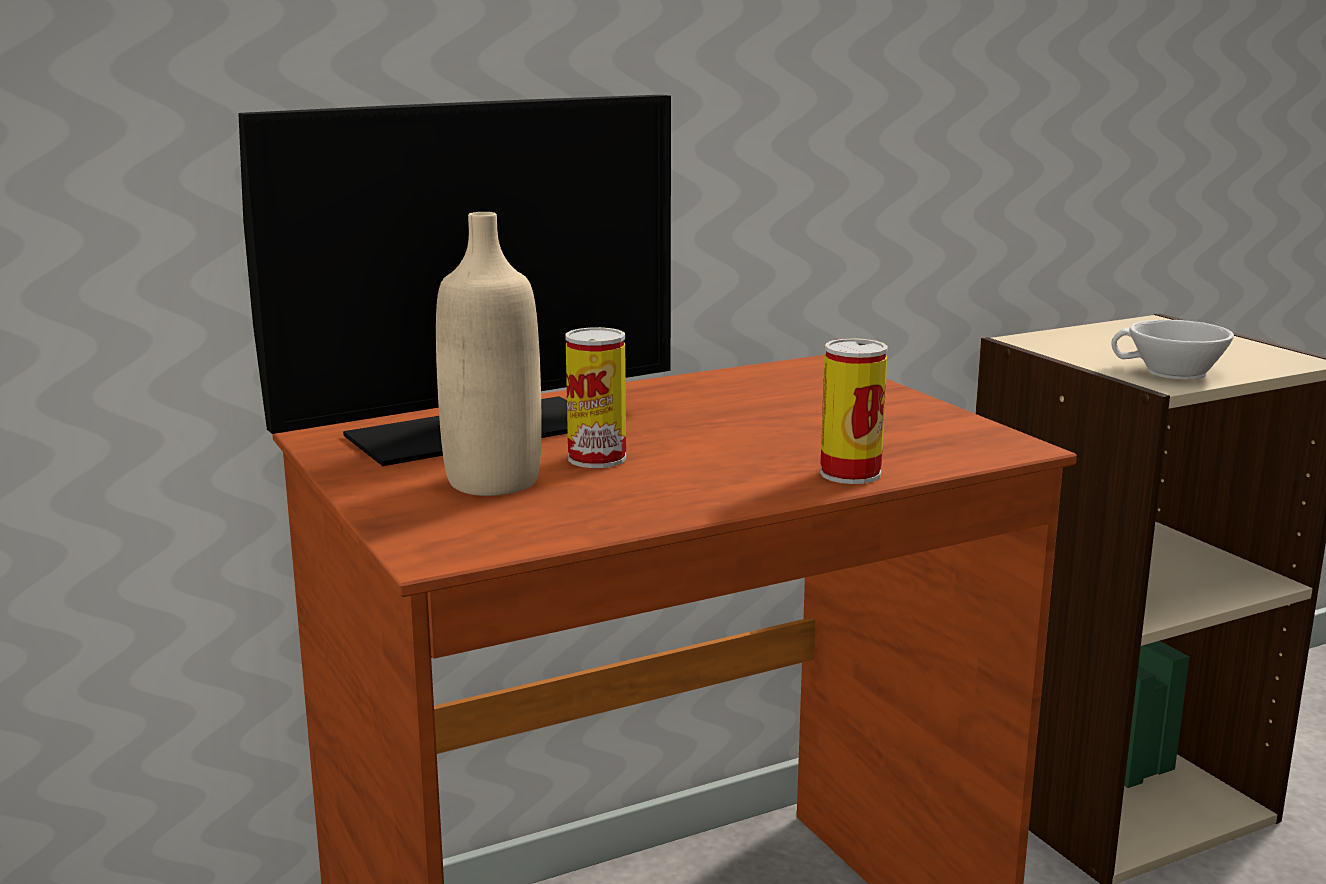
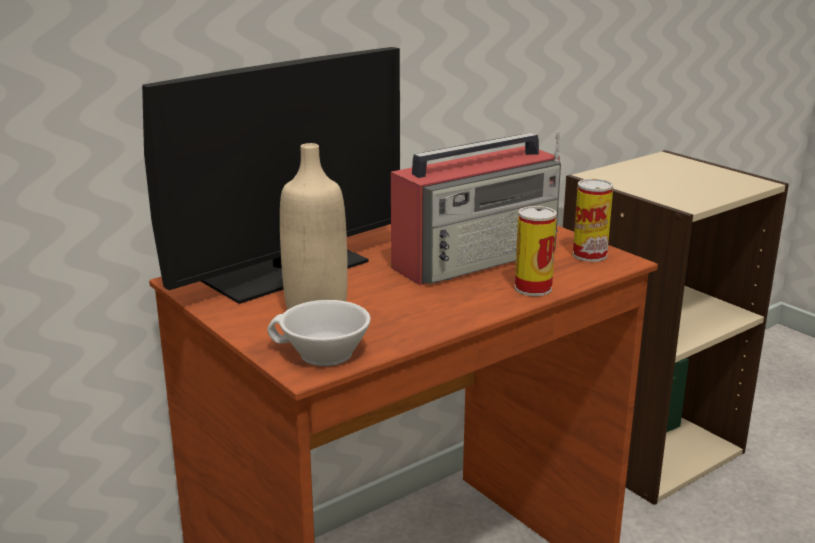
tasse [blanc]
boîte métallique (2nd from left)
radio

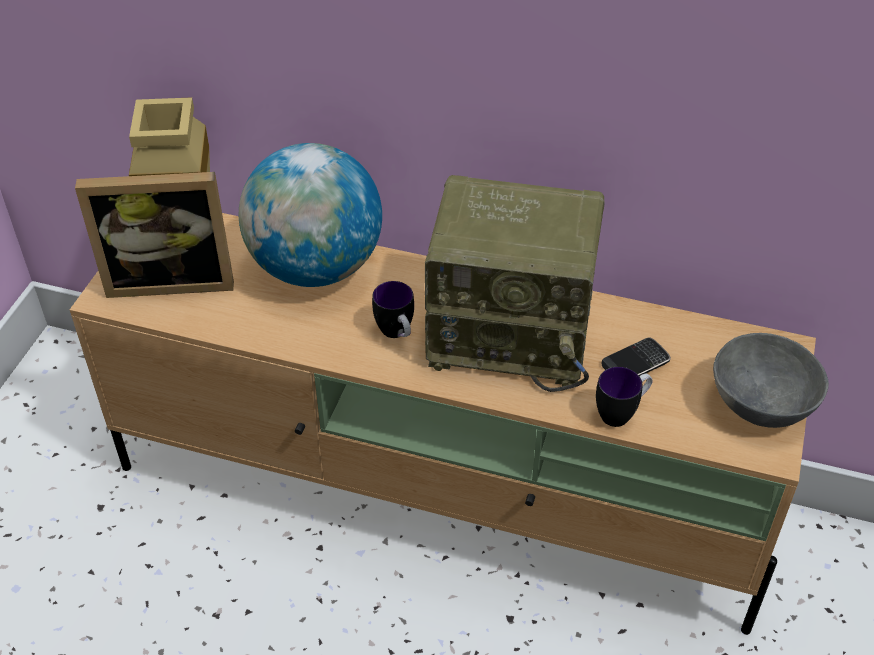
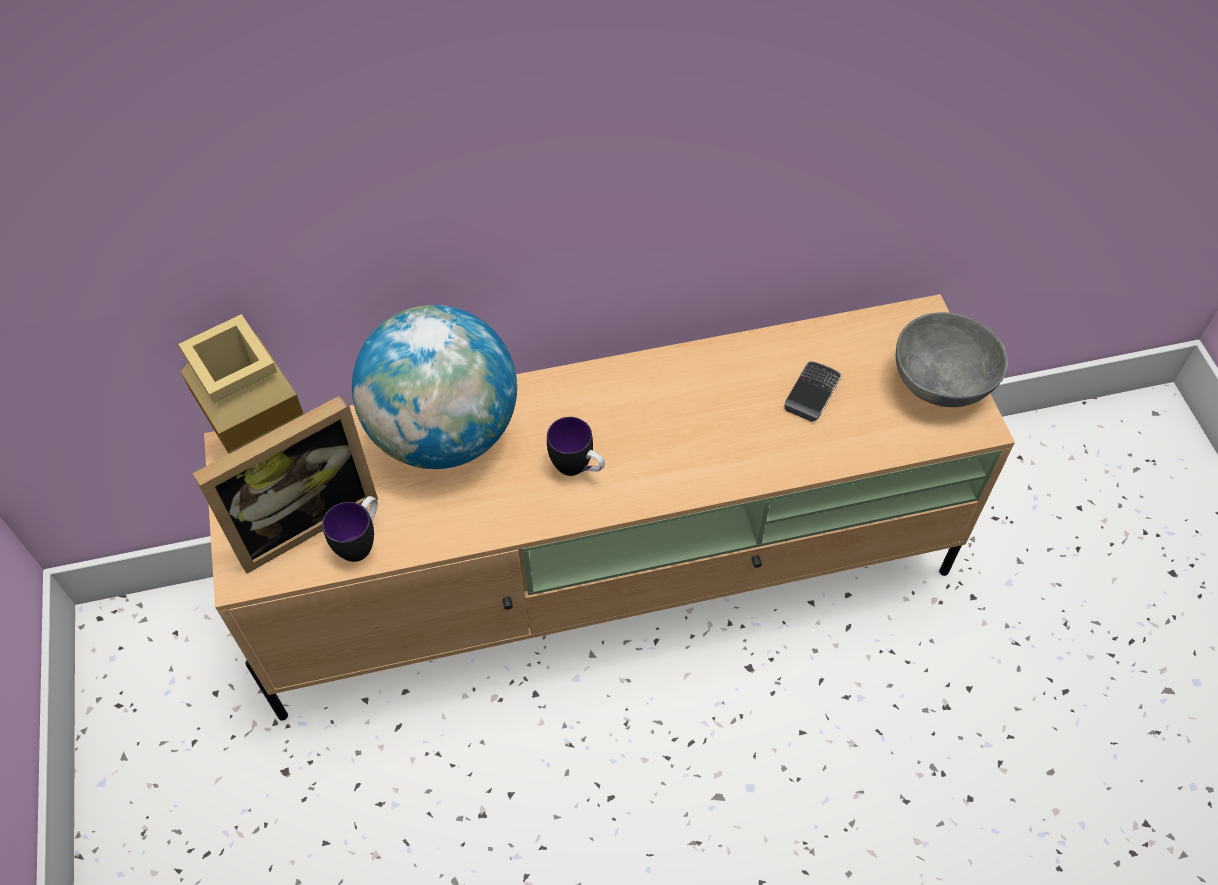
radio
mug (1st from left)

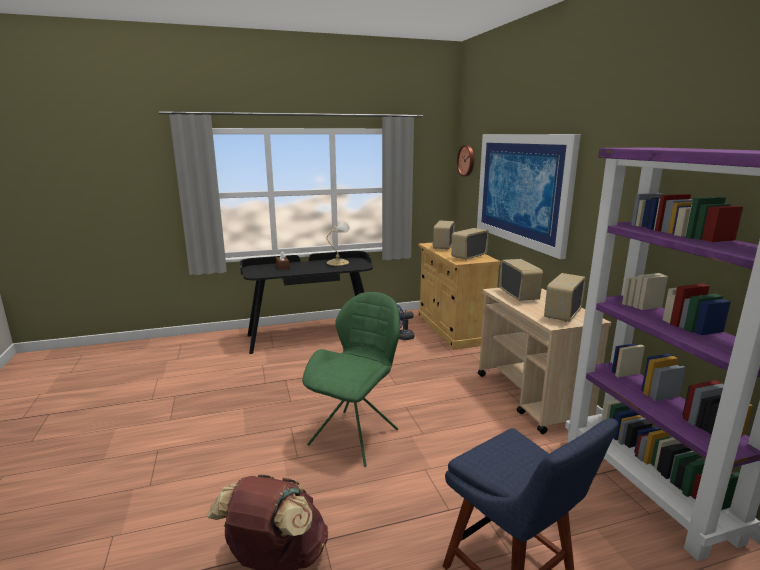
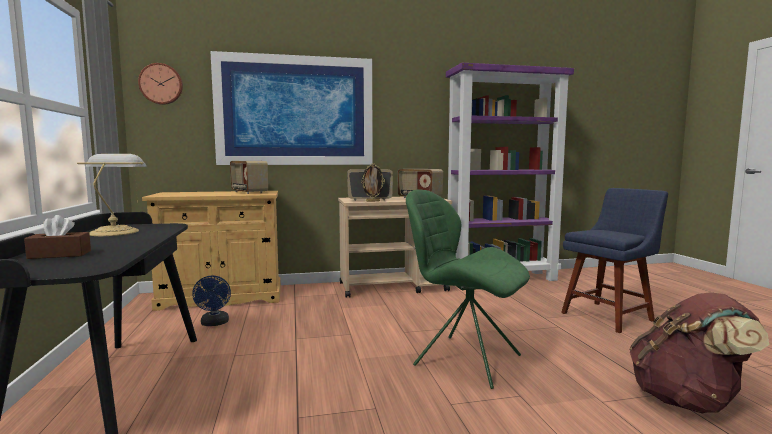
radio (1st from left in the first image)
cadre photo

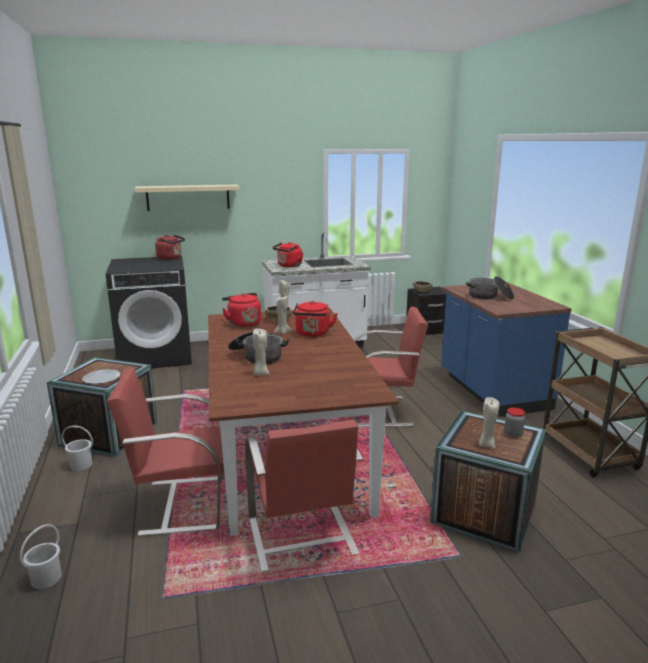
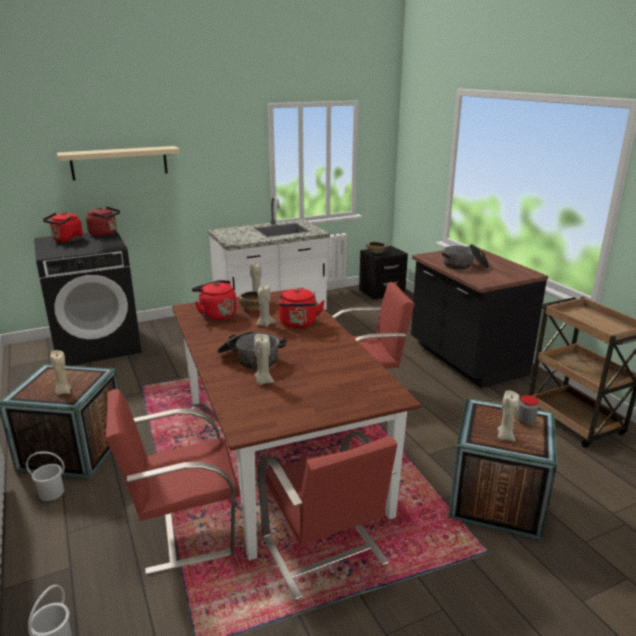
bouilloire [rouge] (1st from left)
comptoir de cuisine [noir]
bougie [beige] (1st from left)

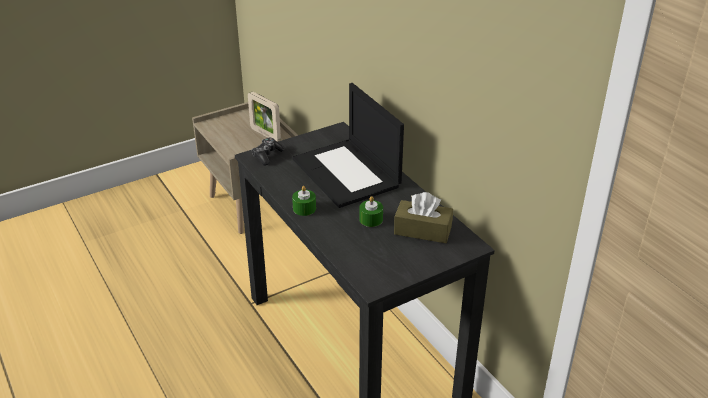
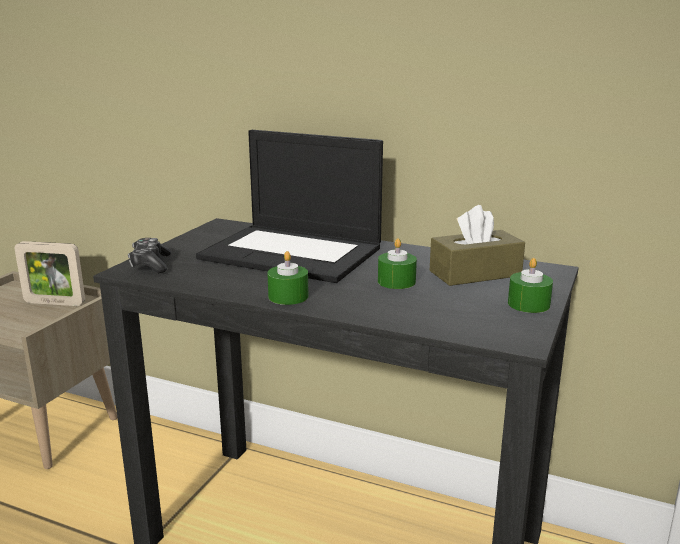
bougie [vert] (3rd from left)

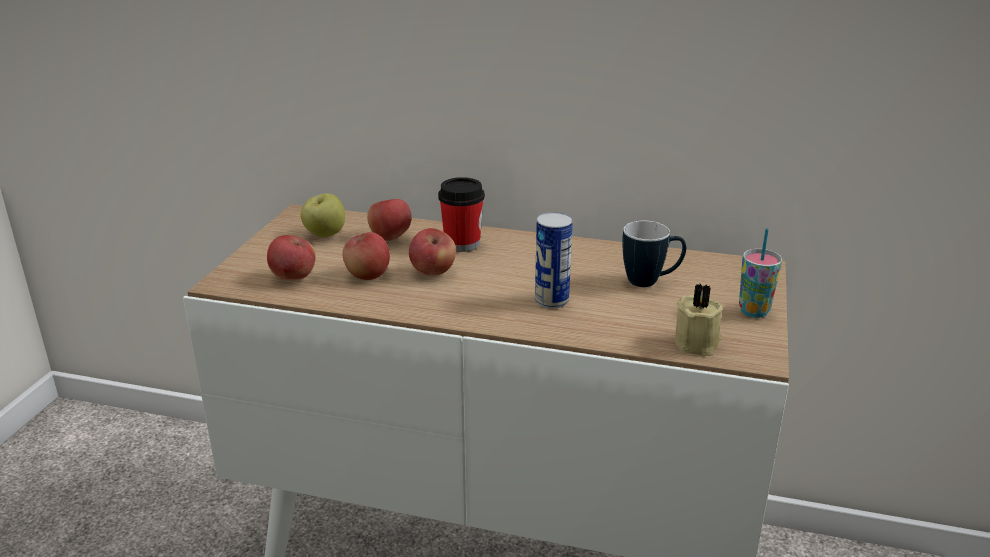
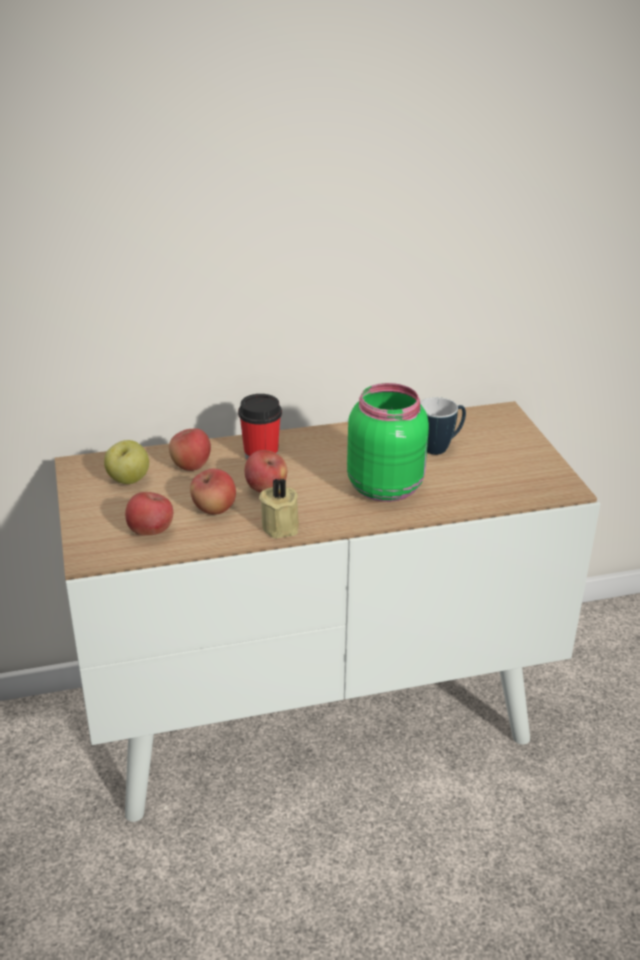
bocal [vert]
tasse (2nd from left in the first image)
bougie [beige]

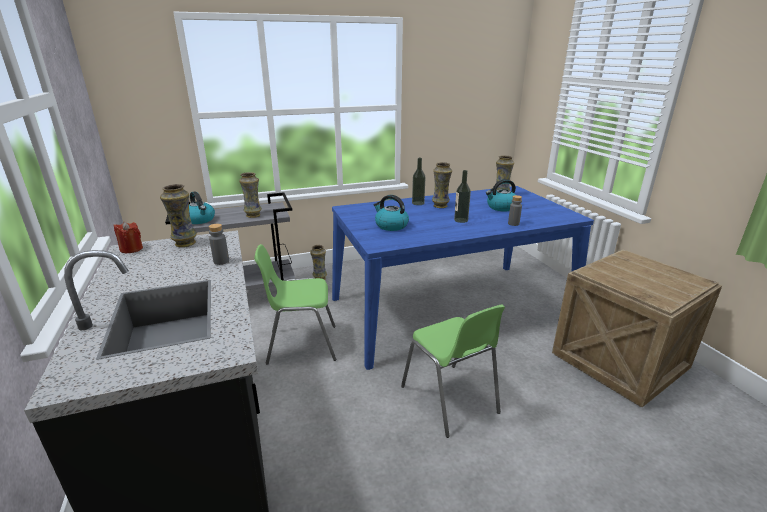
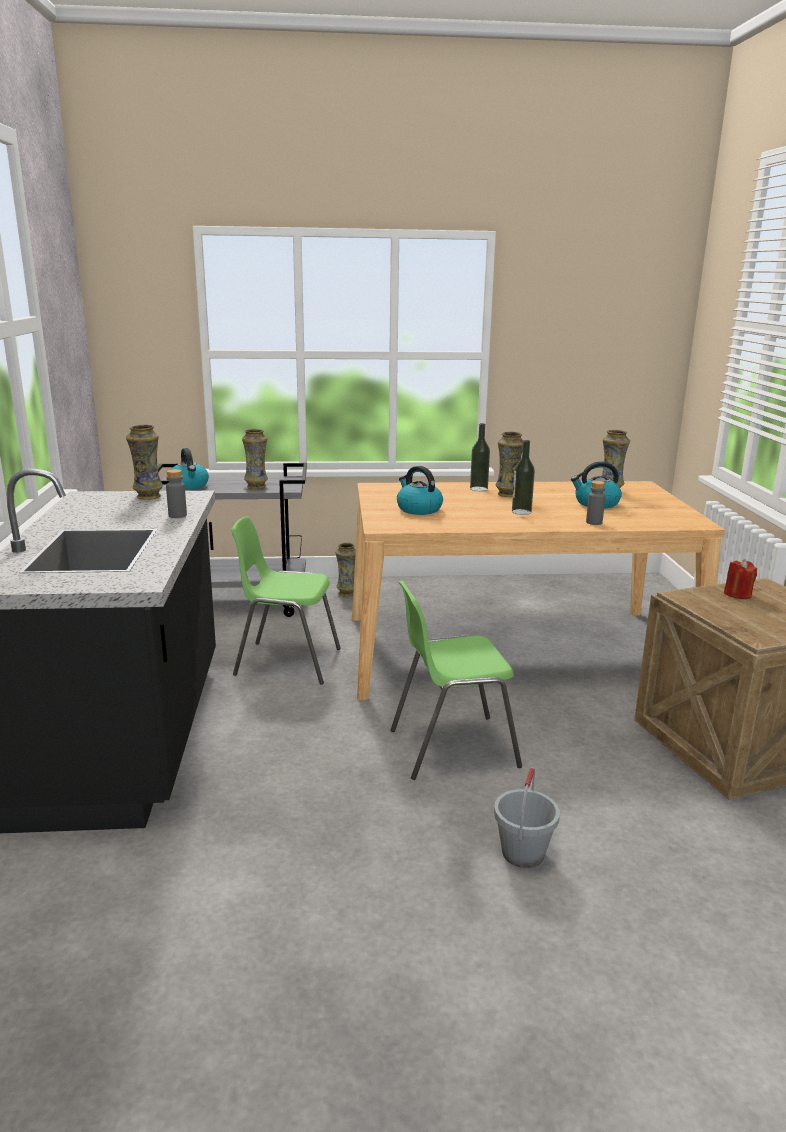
table à manger [beige]
bougie [rouge]
chaise [vert] (2nd from left)
seau [gris]

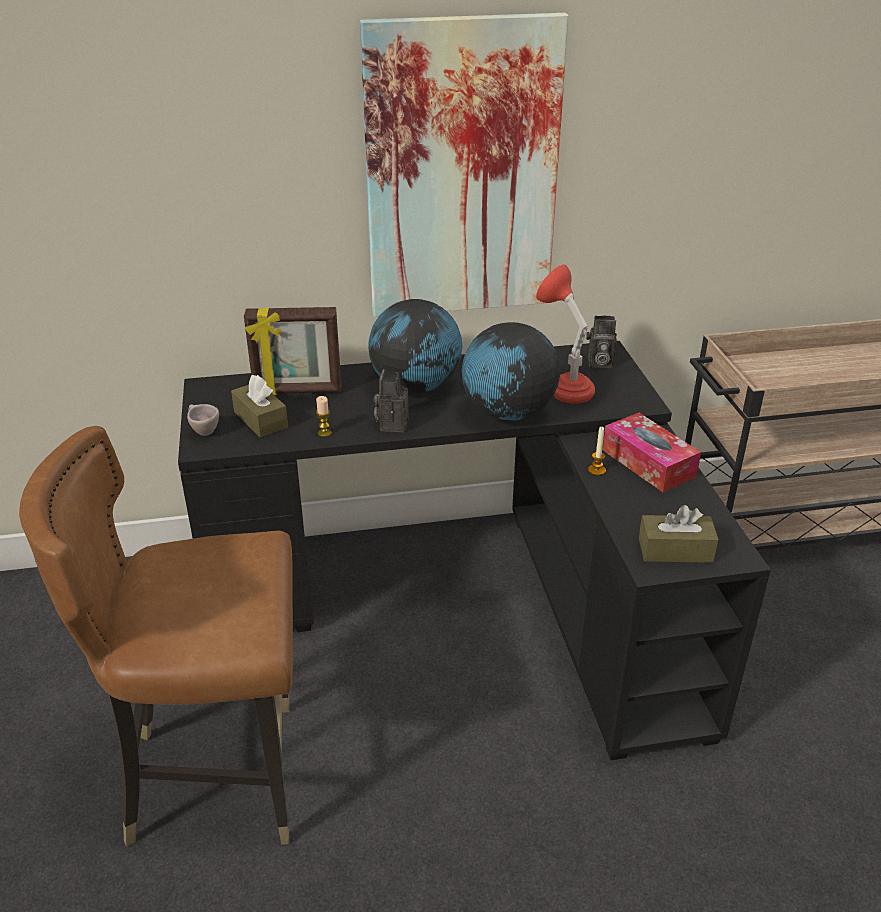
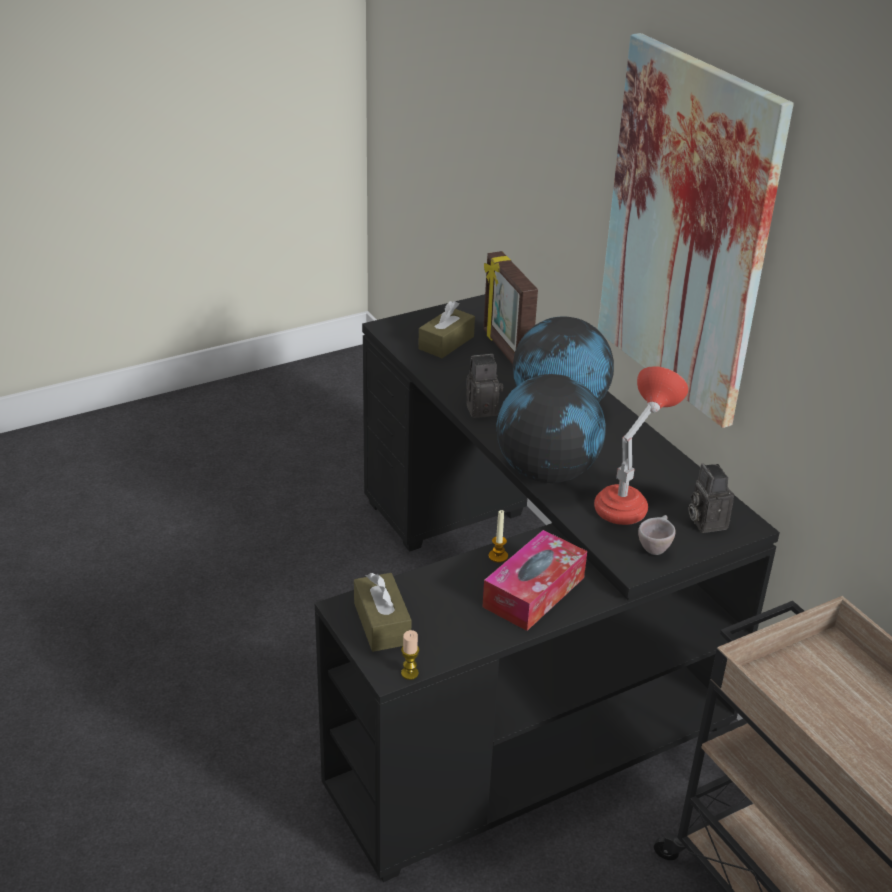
bougie (1st from left)
tasse [beige]
chaise [marron]

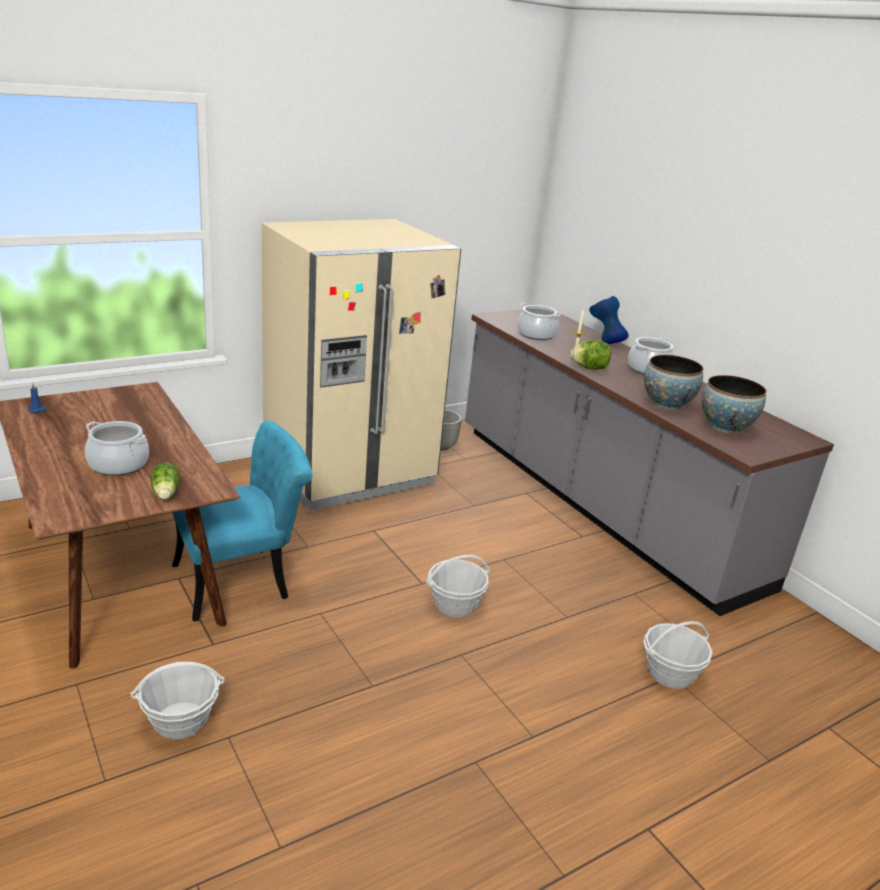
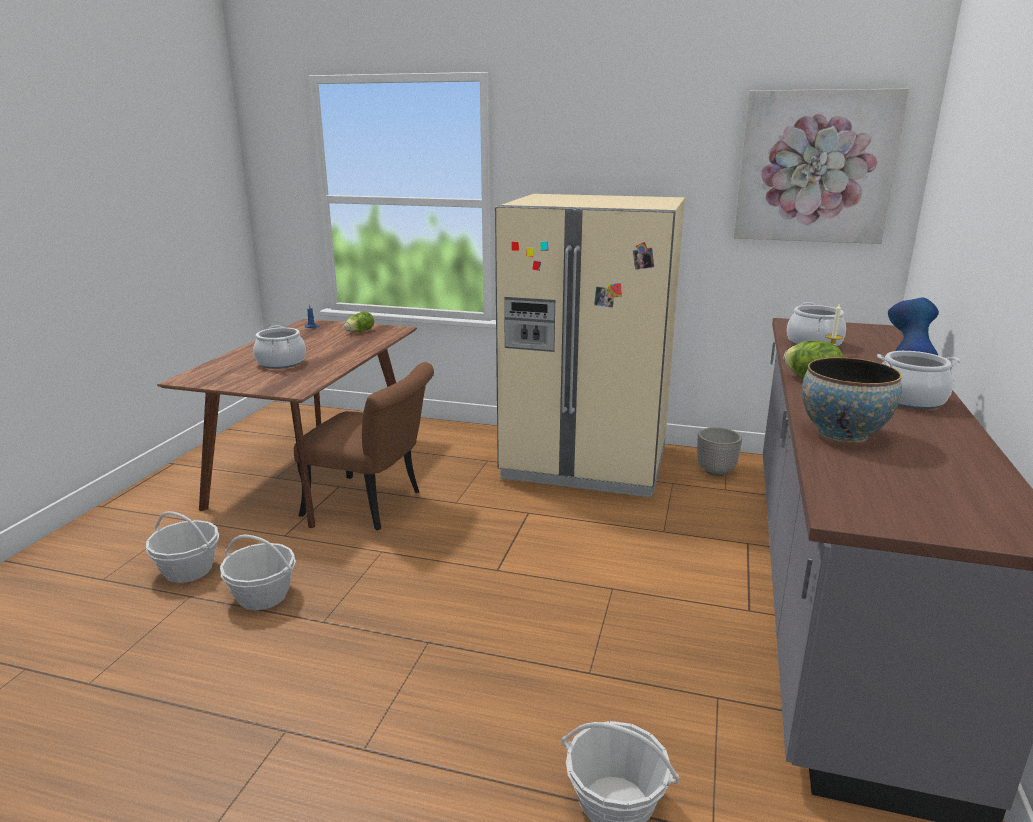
bol (2nd from left in the first image)
chaise [marron]
laitue (1st from left)
panier (2nd from left)
tableau

